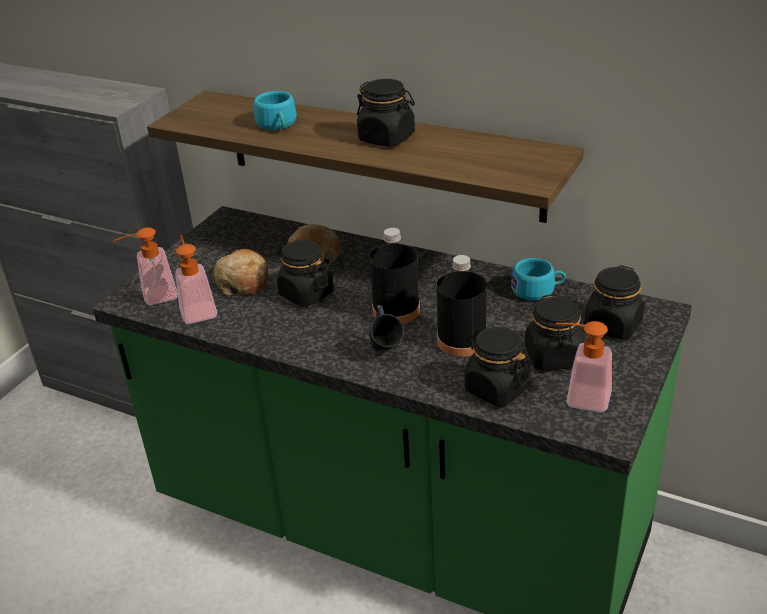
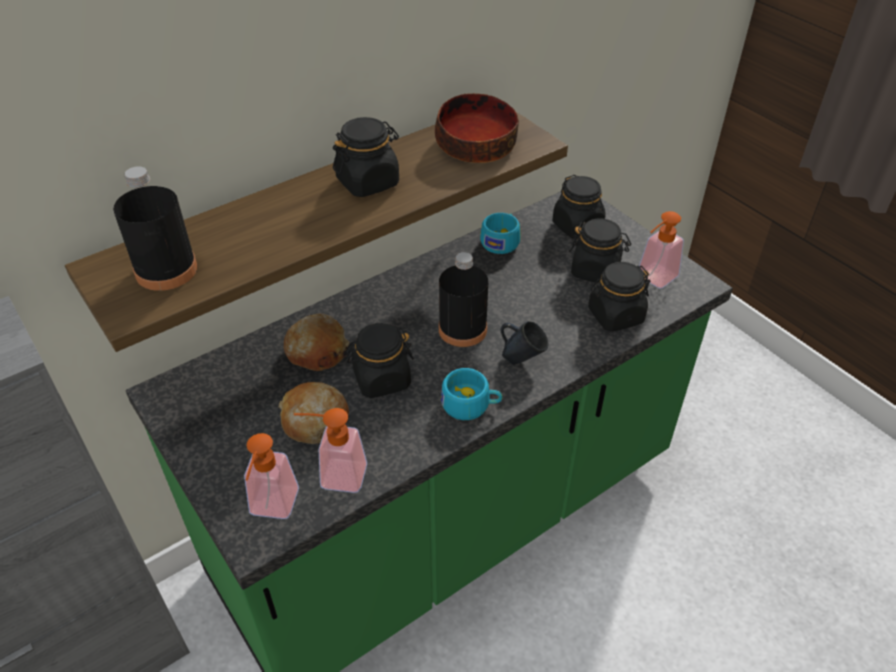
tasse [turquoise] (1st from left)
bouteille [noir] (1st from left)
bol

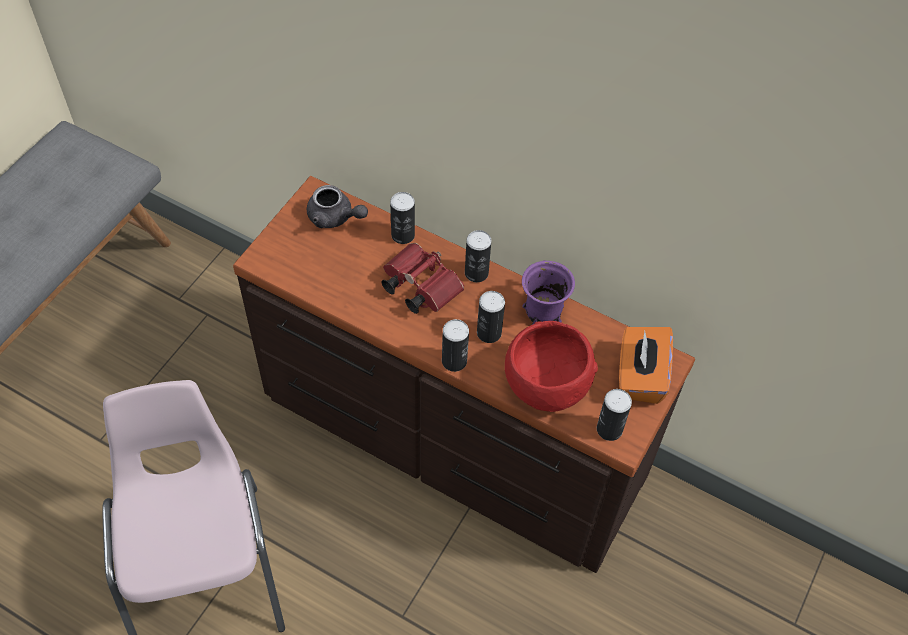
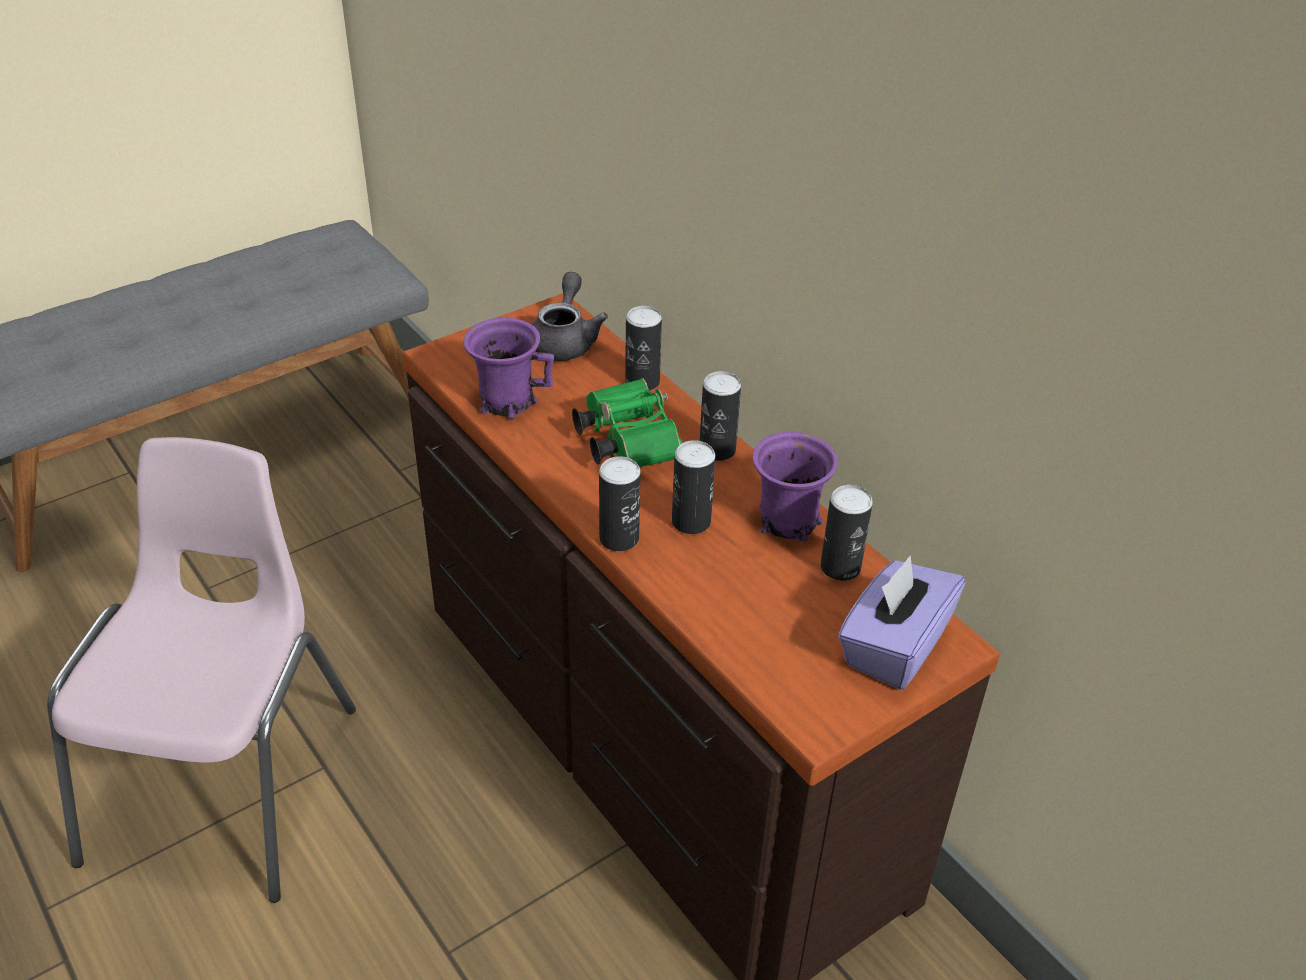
théière [gris]
jumelles [vert]
bol [rouge]
boîte à mouchoirs [violet]
boîte métallique (5th from left)
mug [violet] (1st from left)

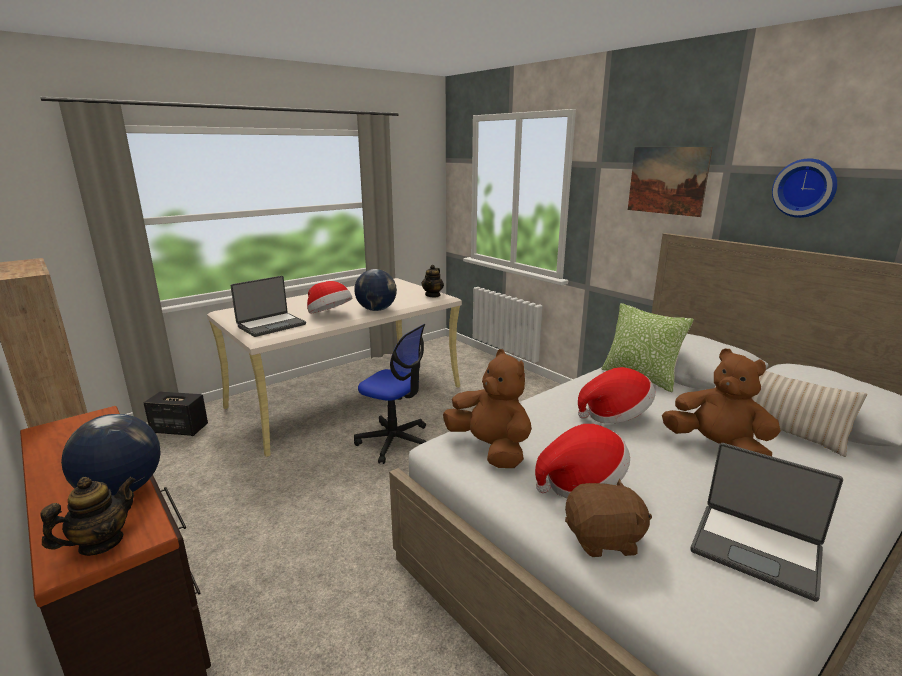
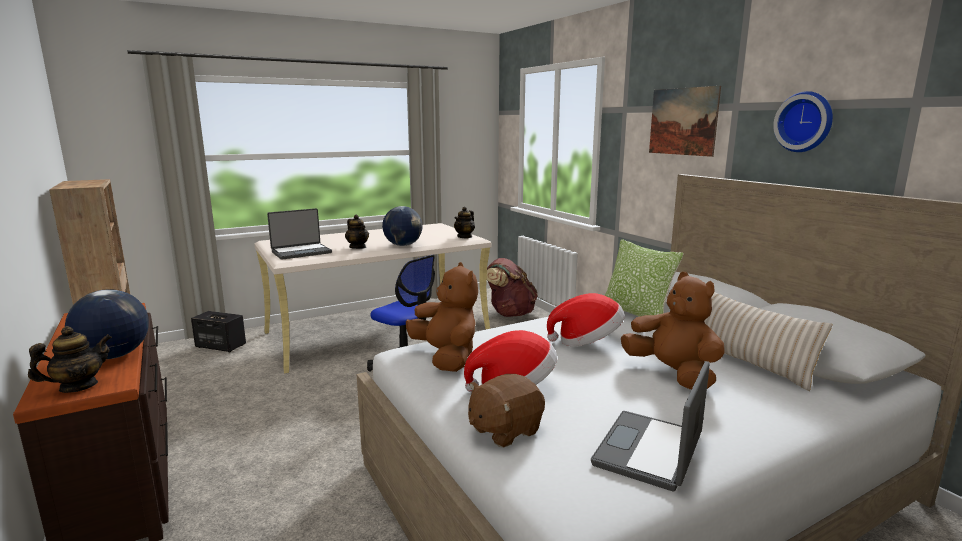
théière (2nd from left)
ordinateur portable (2nd from left)
peluche [marron] (2nd from left)
sac à dos [marron]

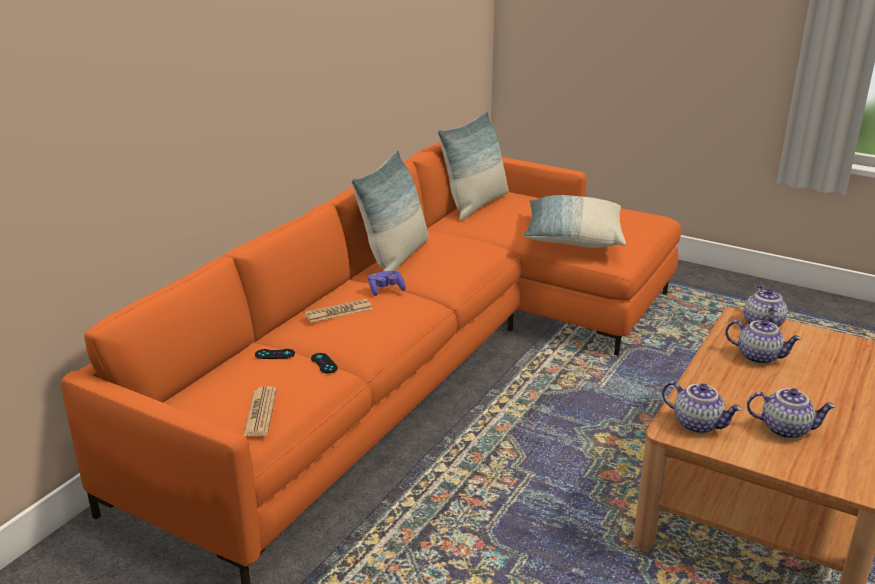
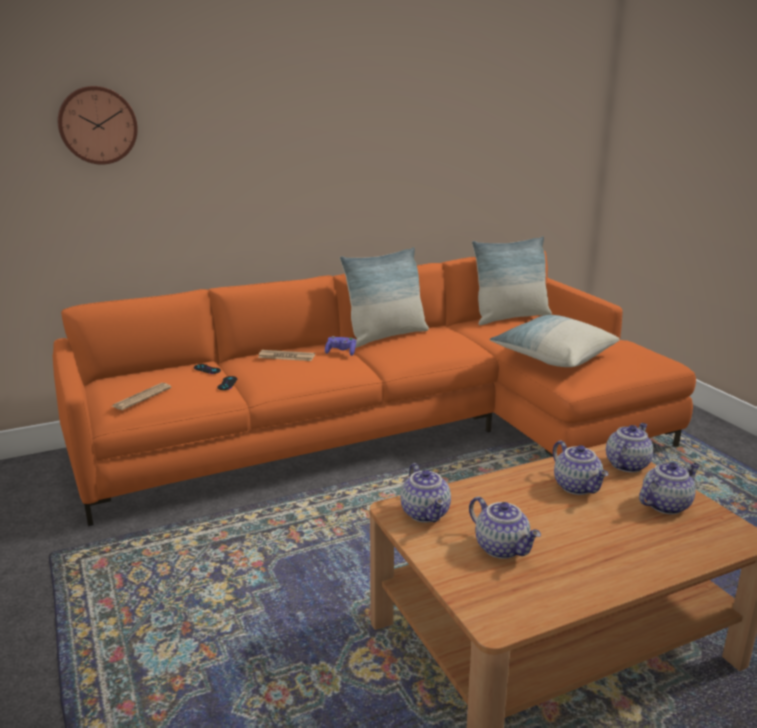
horloge murale
théière (5th from left)

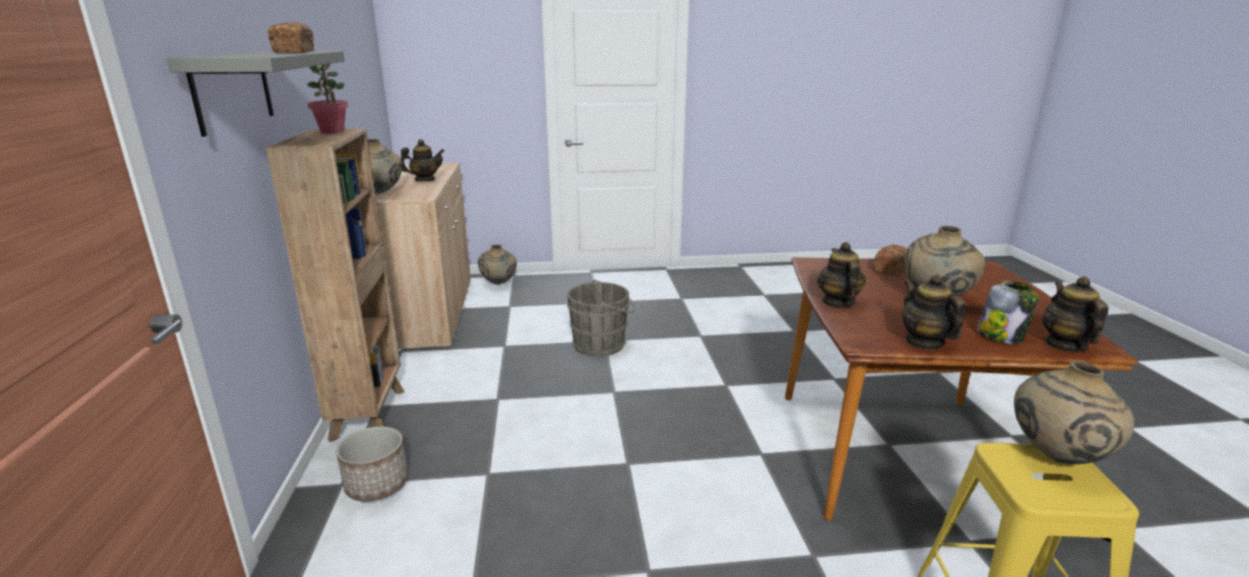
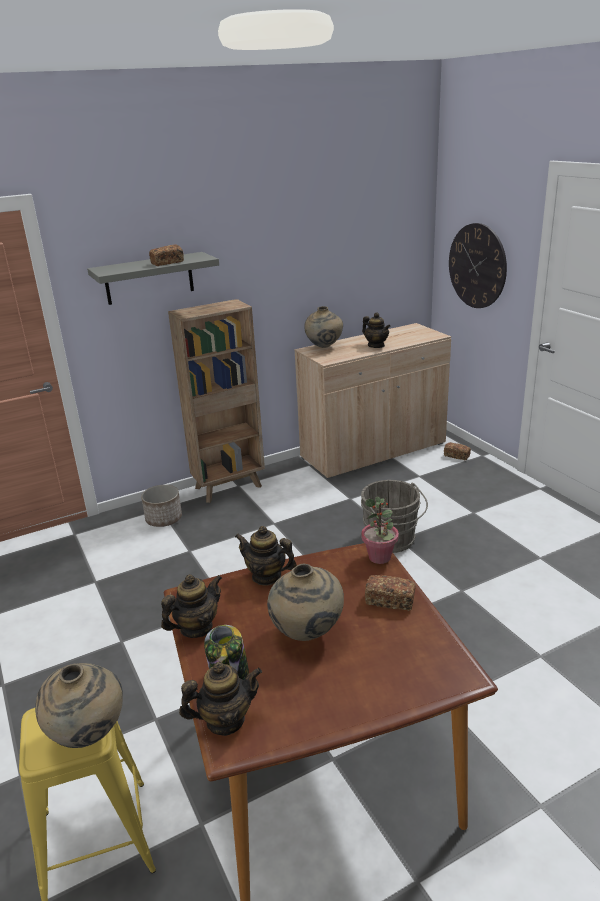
plante en pot
théière (3rd from left)
pain (3rd from left)
horloge murale

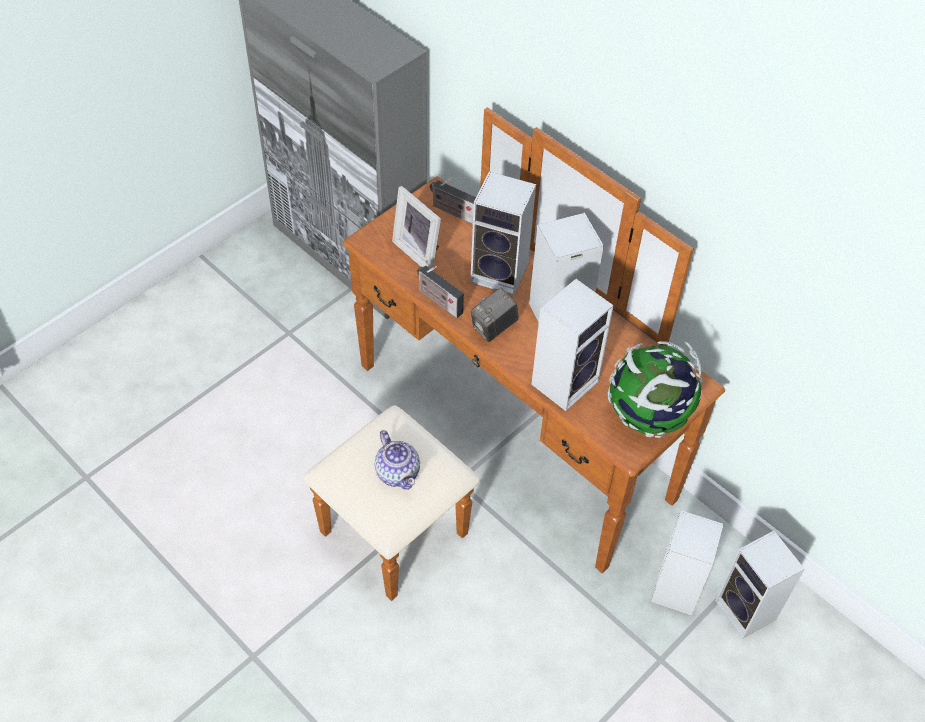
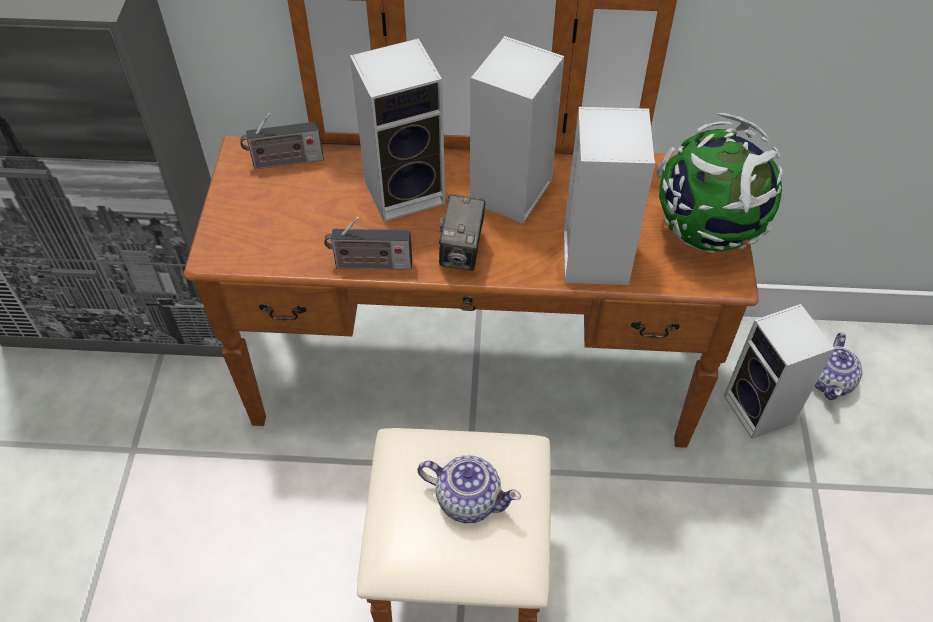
cadre photo
théière (2nd from left)

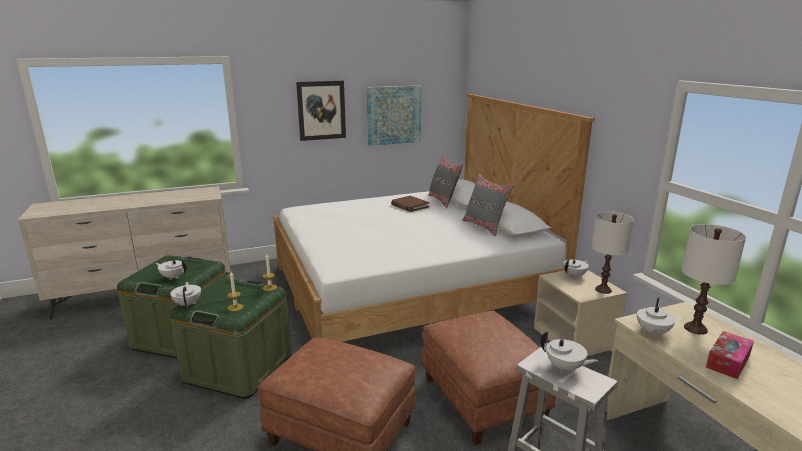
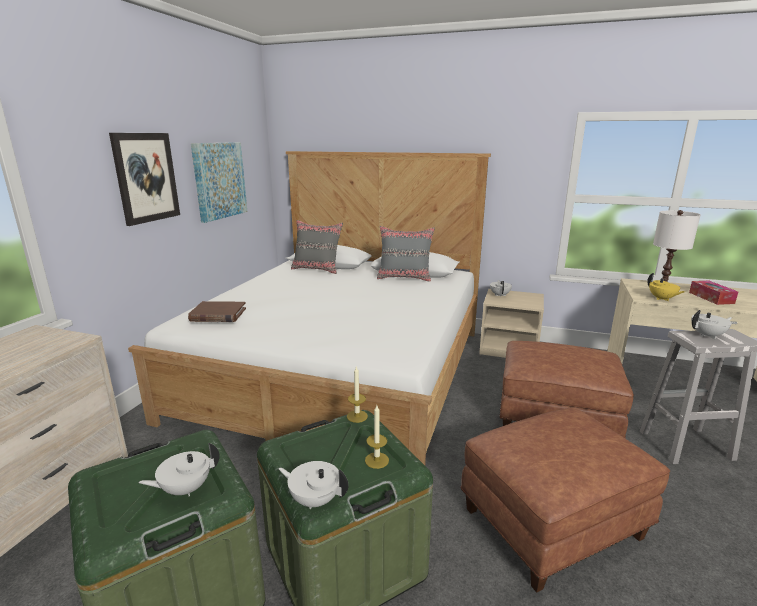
livre [marron]
lampe de table [blanc] (1st from left in the first image)
théière [jaune]

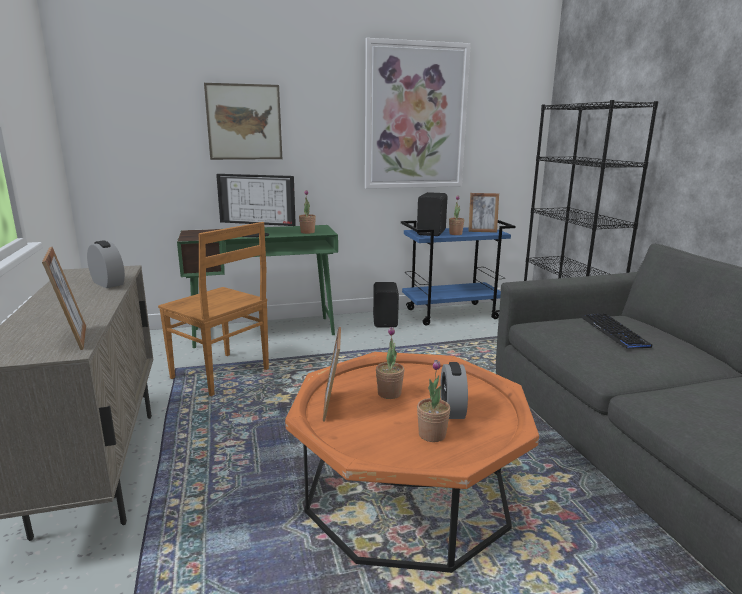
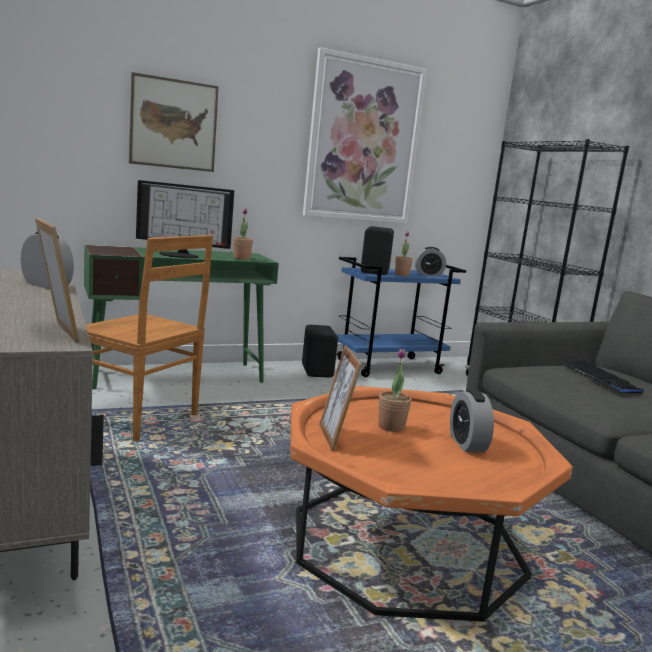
réveil (2nd from left)
plante en pot (3rd from left in the first image)

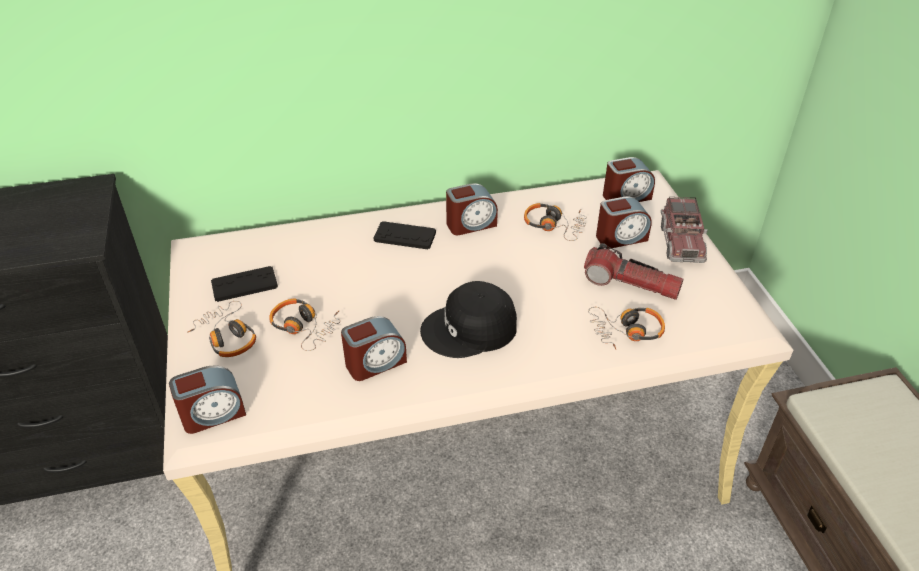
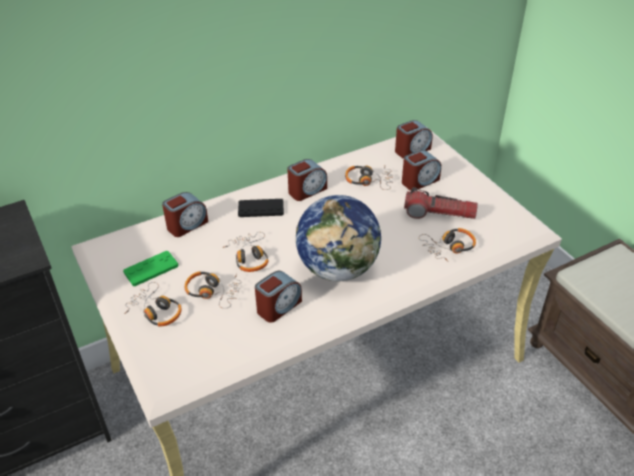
camion jouet
manette [vert]
globe
réveil (1st from left)
casque audio (3rd from left)

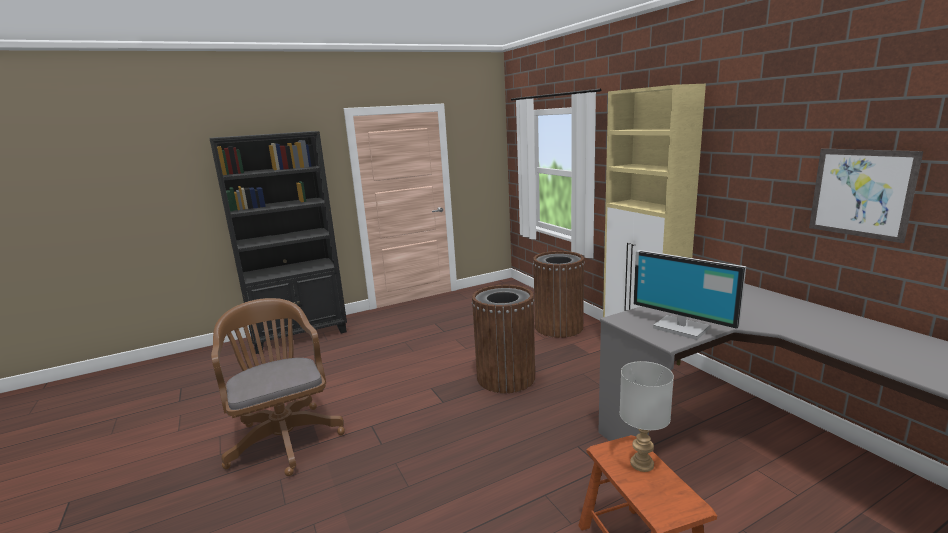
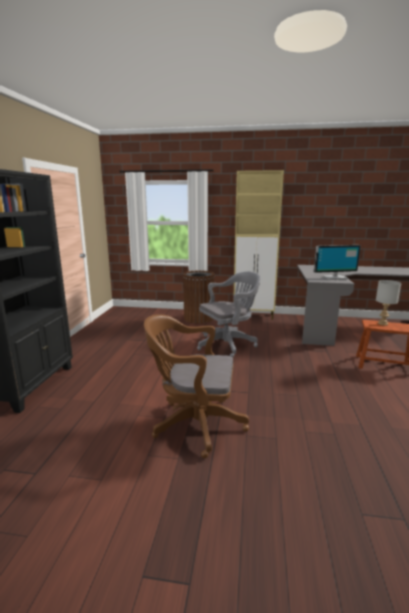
tableau
chaise de bureau [gris]

